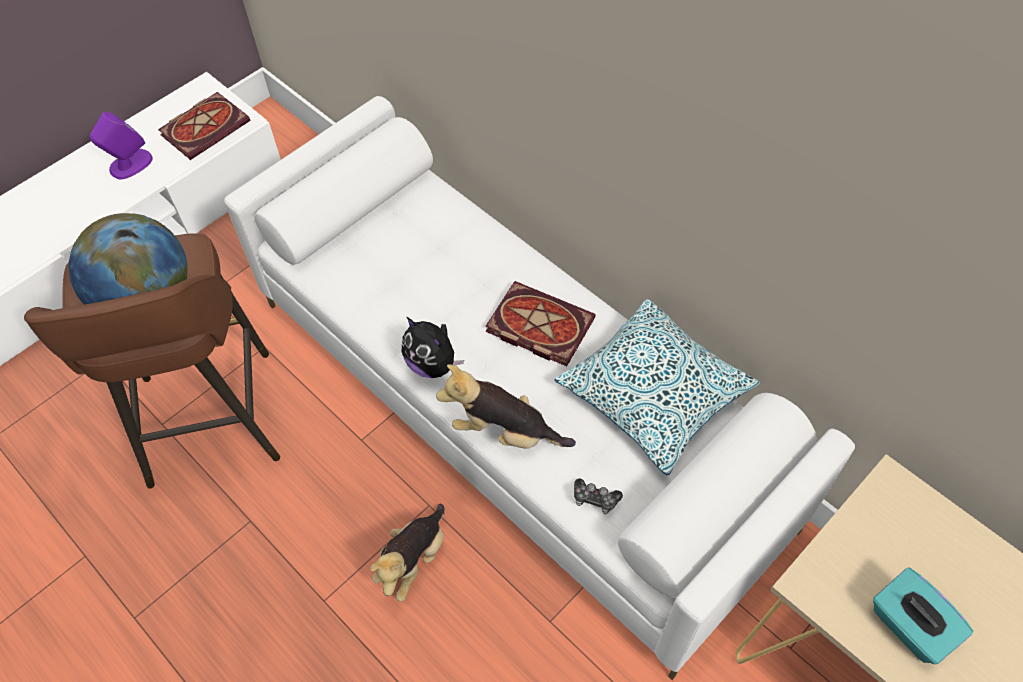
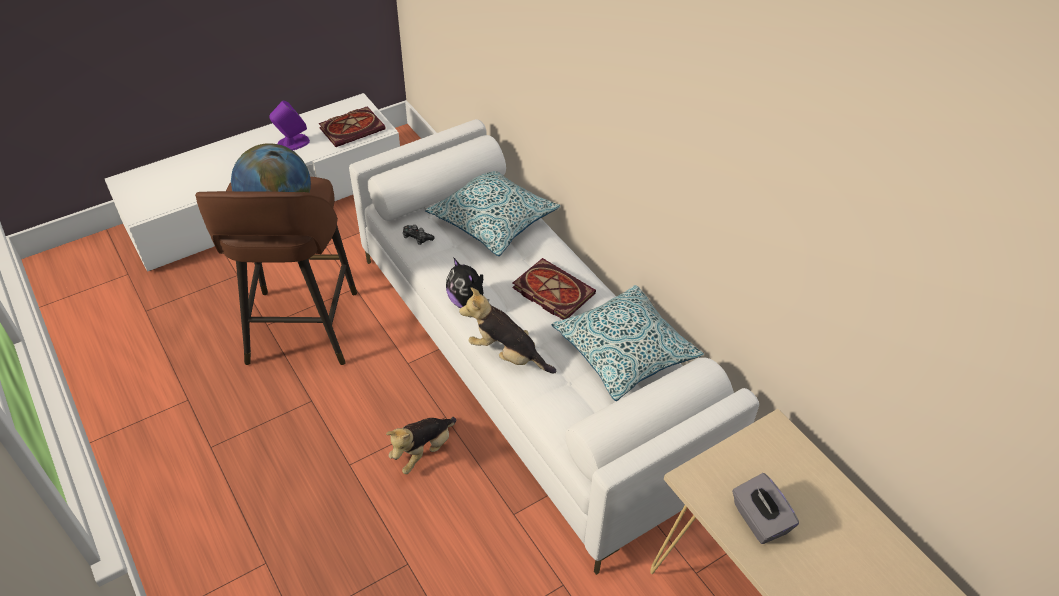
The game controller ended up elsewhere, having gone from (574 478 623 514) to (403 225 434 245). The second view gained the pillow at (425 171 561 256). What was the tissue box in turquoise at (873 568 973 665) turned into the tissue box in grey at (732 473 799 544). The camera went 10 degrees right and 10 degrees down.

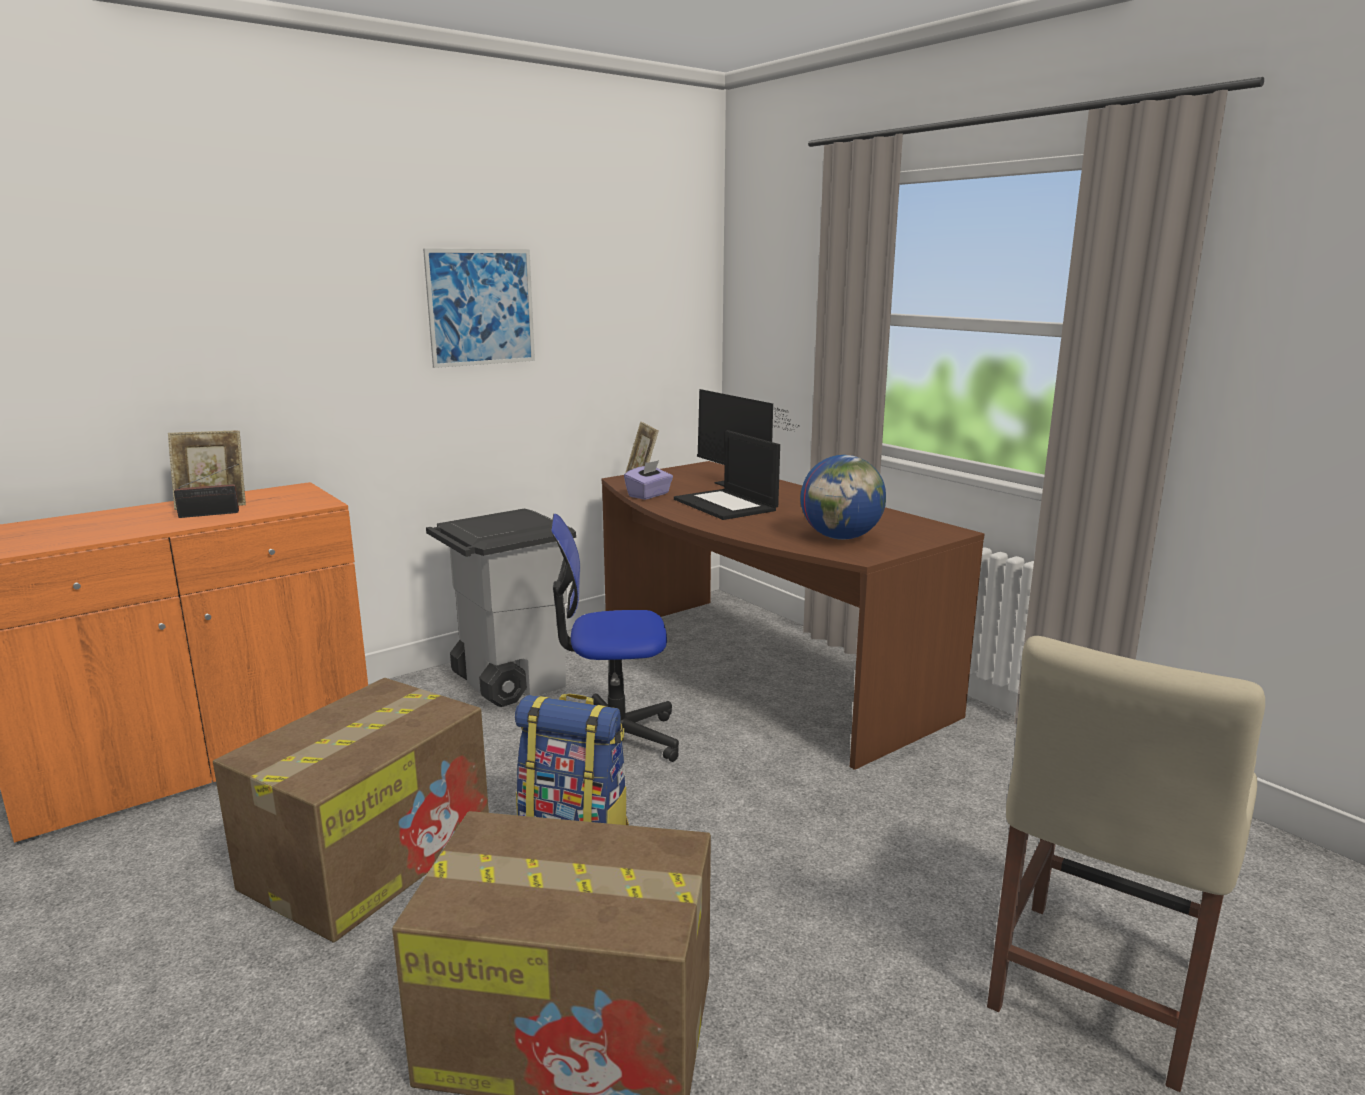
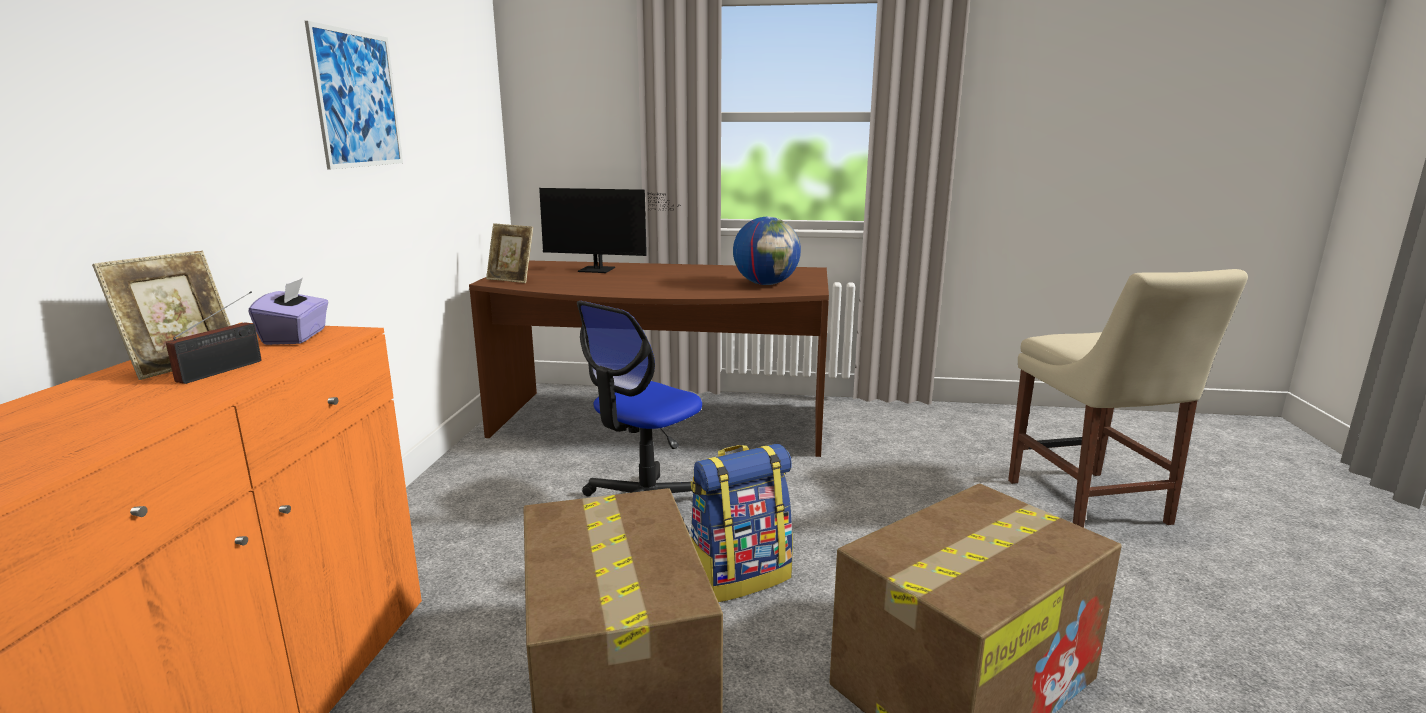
The tissue box in purple ended up elsewhere, having gone from (624 460 673 500) to (248 278 328 345). The second view lost the trash can in grey at (426 509 576 707). The second view lost the laptop at (674 430 780 520). The camera went 45 degrees left and 0 degrees up.

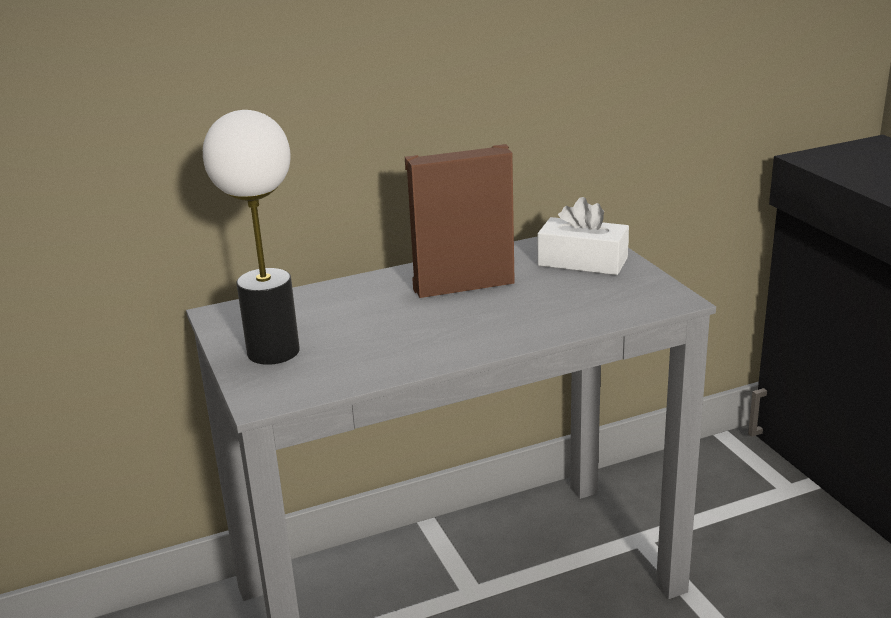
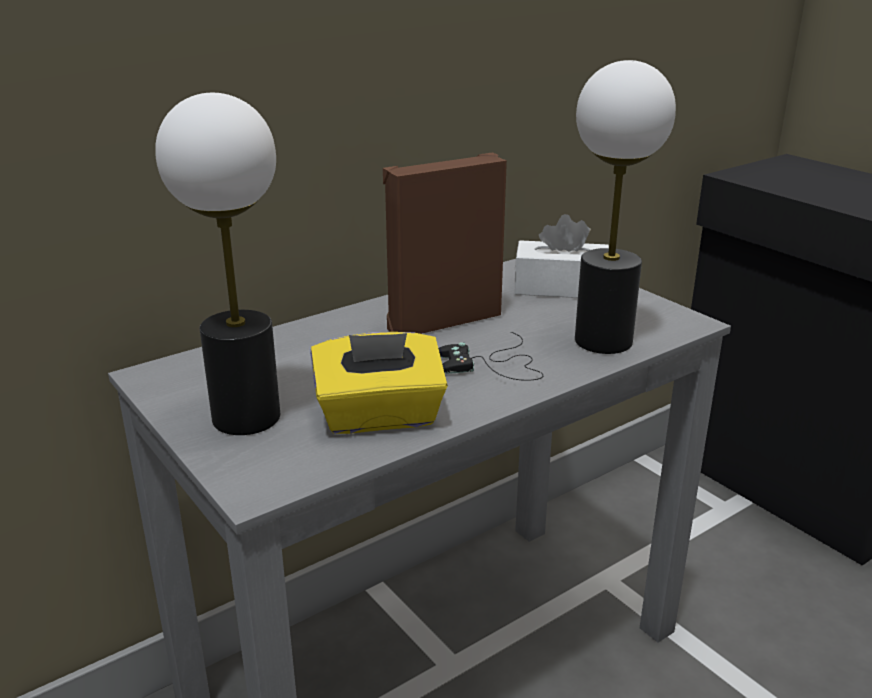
The second view gained the tissue box in yellow at (311 332 448 434). The second view gained the game controller in black at (438 332 543 381). The second view gained the table lamp at (575 60 676 354). The camera went 15 degrees left and 0 degrees up.

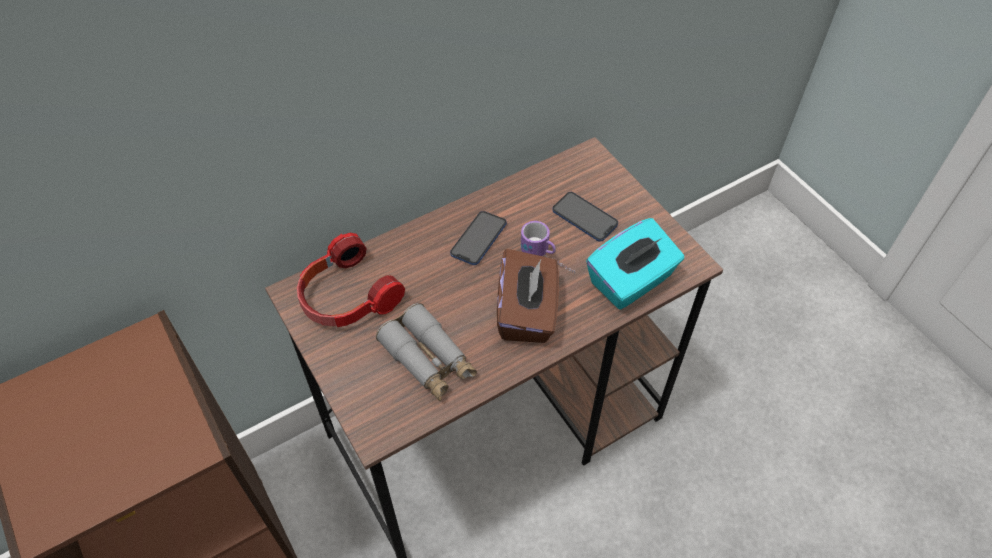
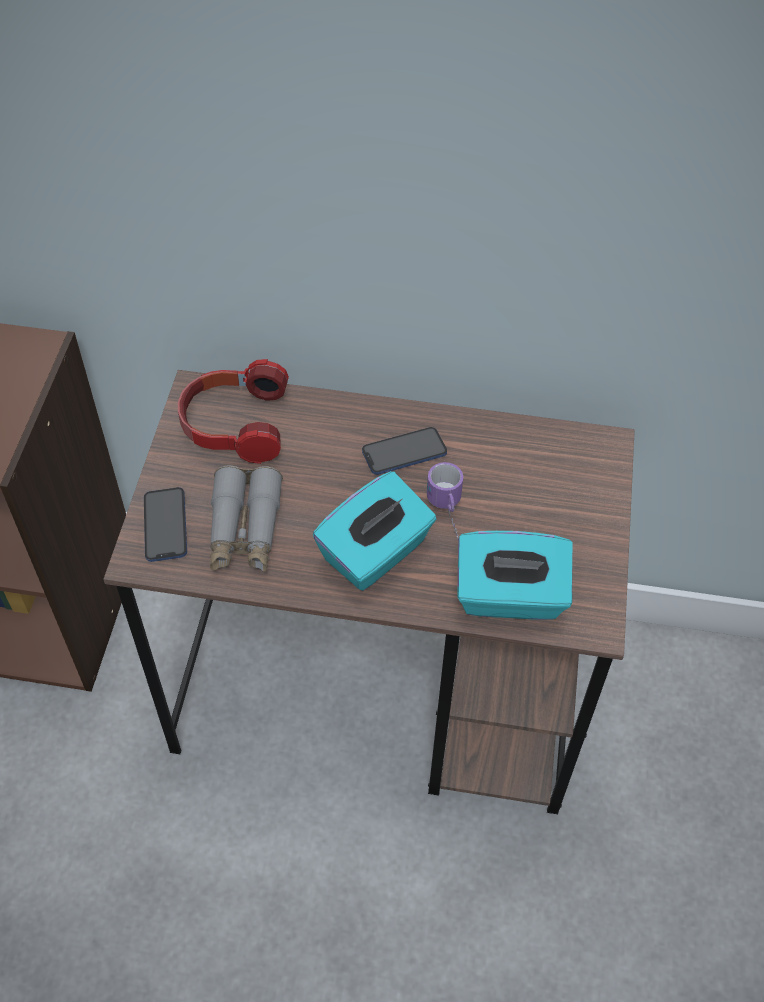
The phone ended up elsewhere, having gone from (552 192 618 242) to (144 487 187 562). What was the tissue box in brown at (497 249 559 343) turned into the tissue box in turquoise at (313 471 437 591). The camera went 40 degrees right and 0 degrees up.

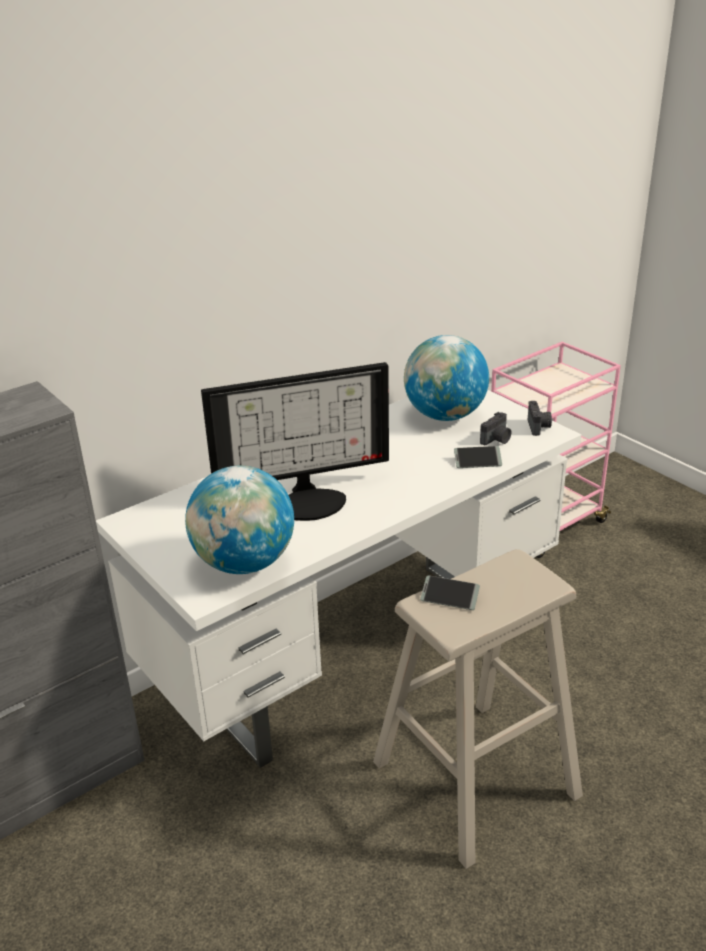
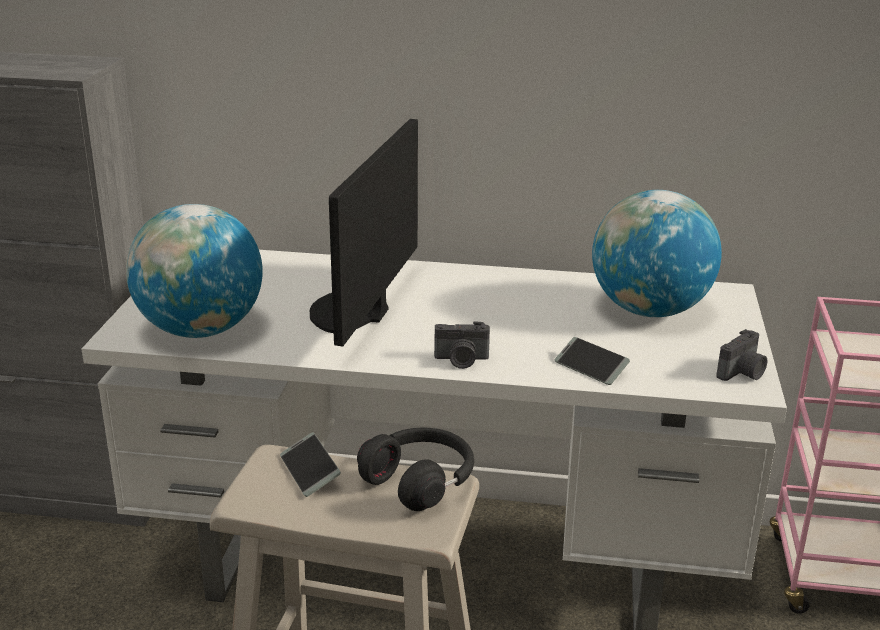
The monitor at (201 362 389 521) ended up facing another way, 75 degrees clockwise from before. The second view gained the headphones in black at (357 428 474 511). The photo camera ended up elsewhere, having gone from (480 412 512 445) to (434 321 490 369). The camera went 45 degrees right and 5 degrees down.

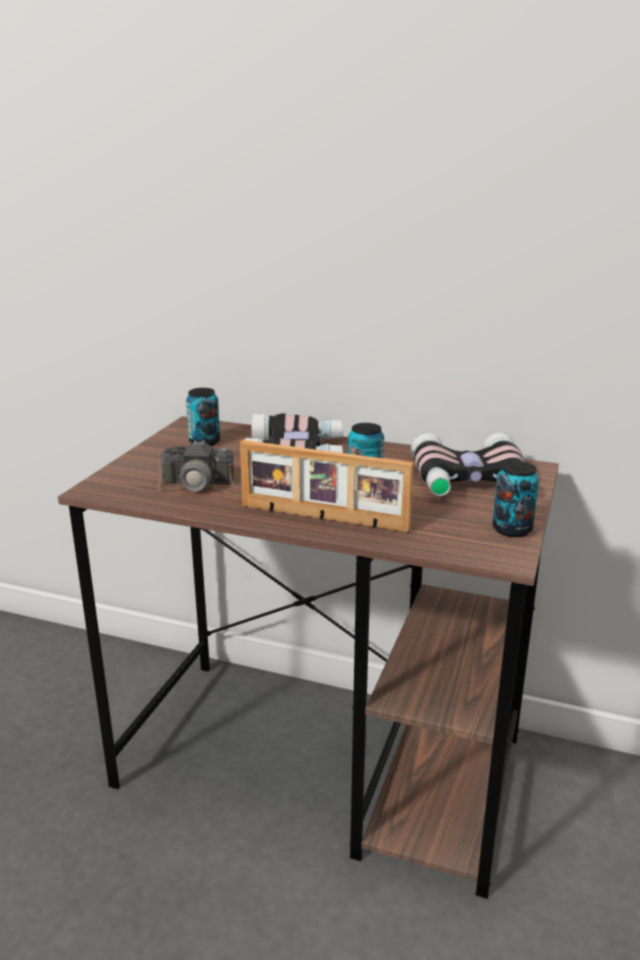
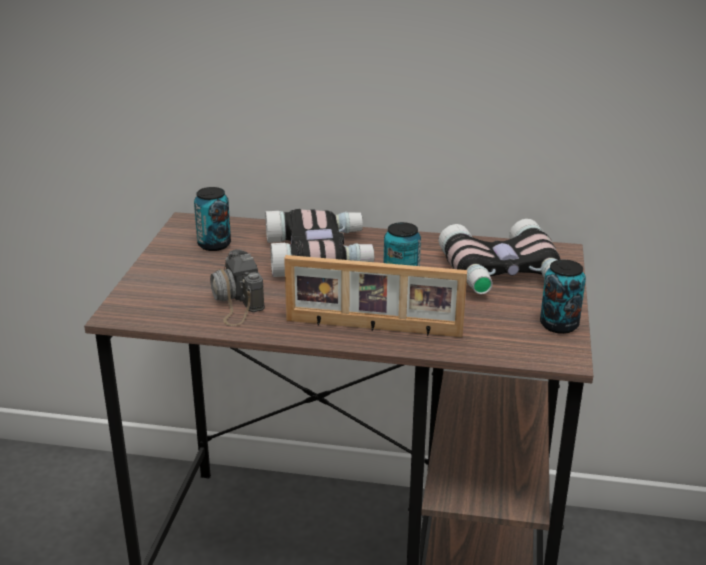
The photo camera at (157 440 242 496) ended up facing another way, 75 degrees clockwise from before. The camera went 10 degrees left and 5 degrees up.

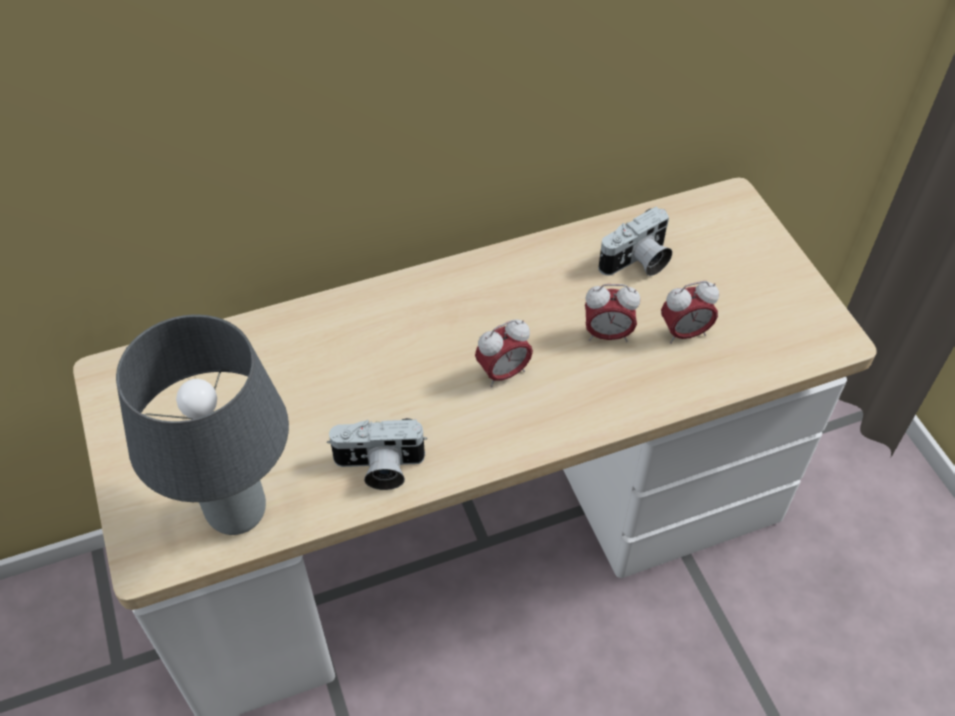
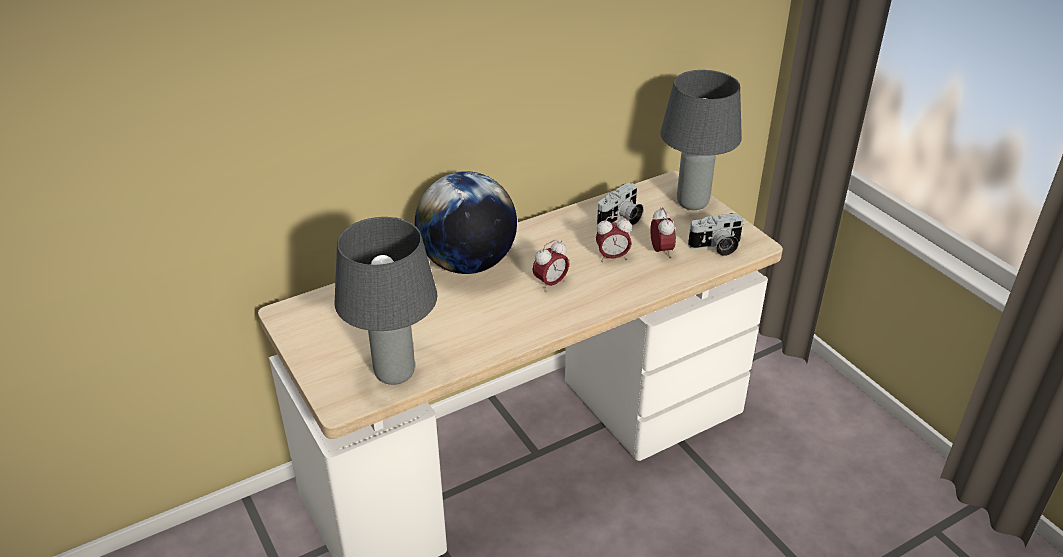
The second view gained the globe at (415 171 517 274). The alarm clock at (661 281 719 344) ended up facing another way, 75 degrees counterclockwise from before. The second view gained the table lamp in grey at (660 70 742 210). The photo camera ended up elsewhere, having gone from (327 418 427 490) to (688 213 744 256). The camera went 10 degrees left and 15 degrees down.

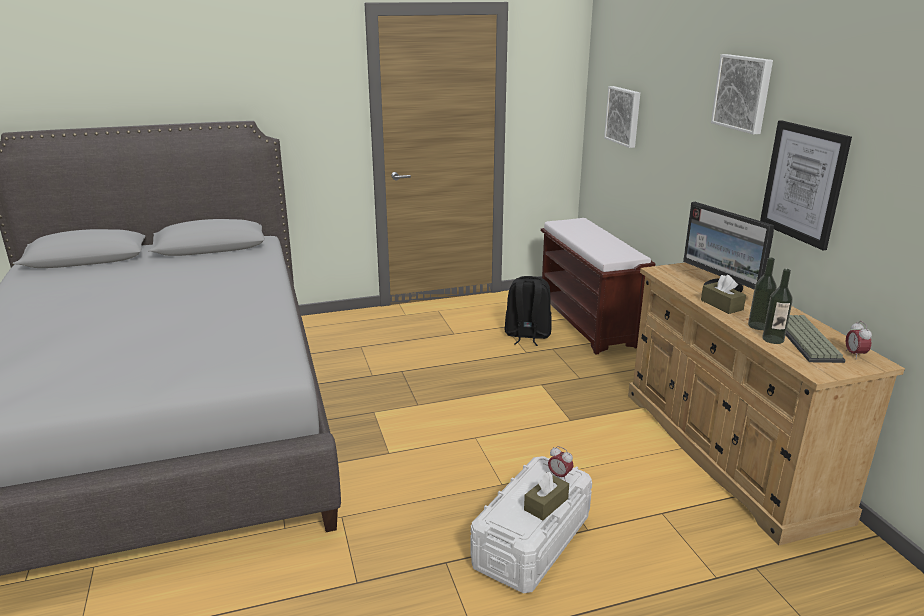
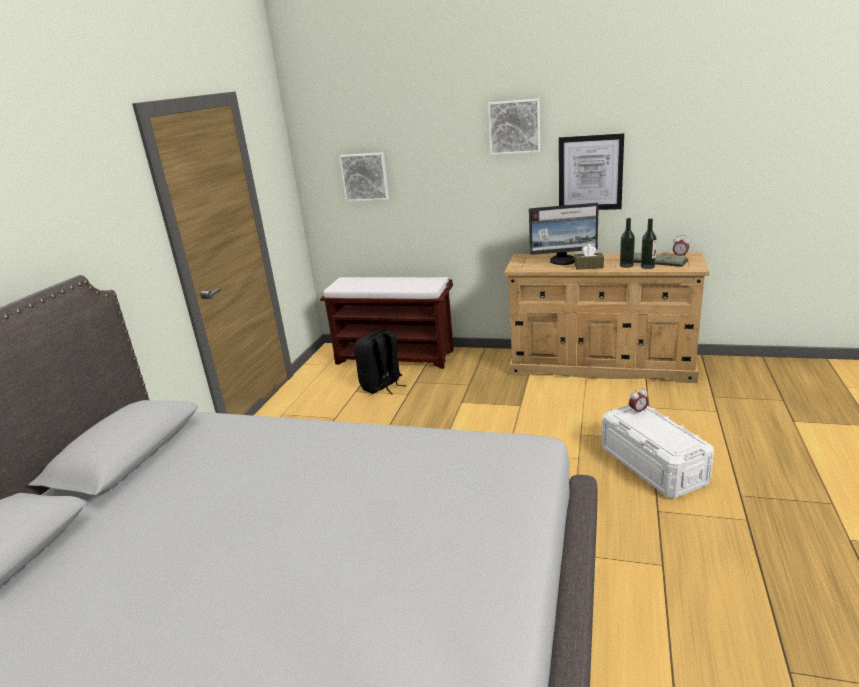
The second view lost the tissue box in brown at (524 472 569 520). The camera went 55 degrees left and 0 degrees up.

